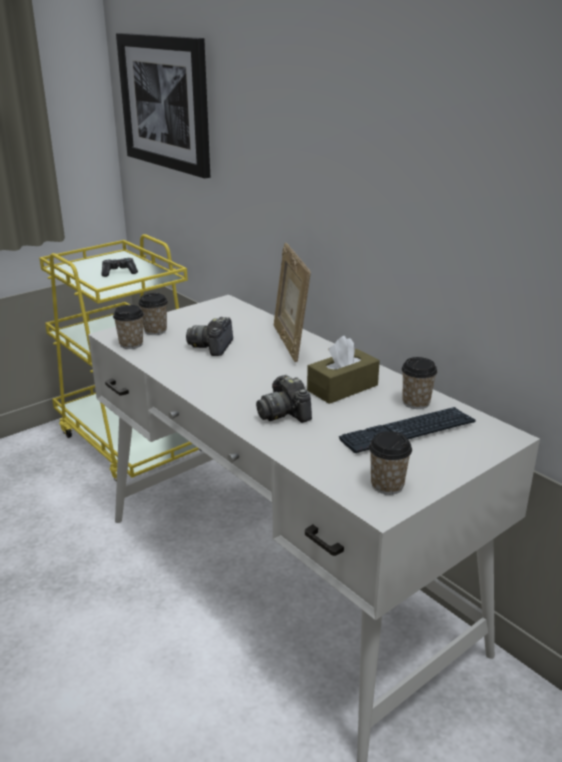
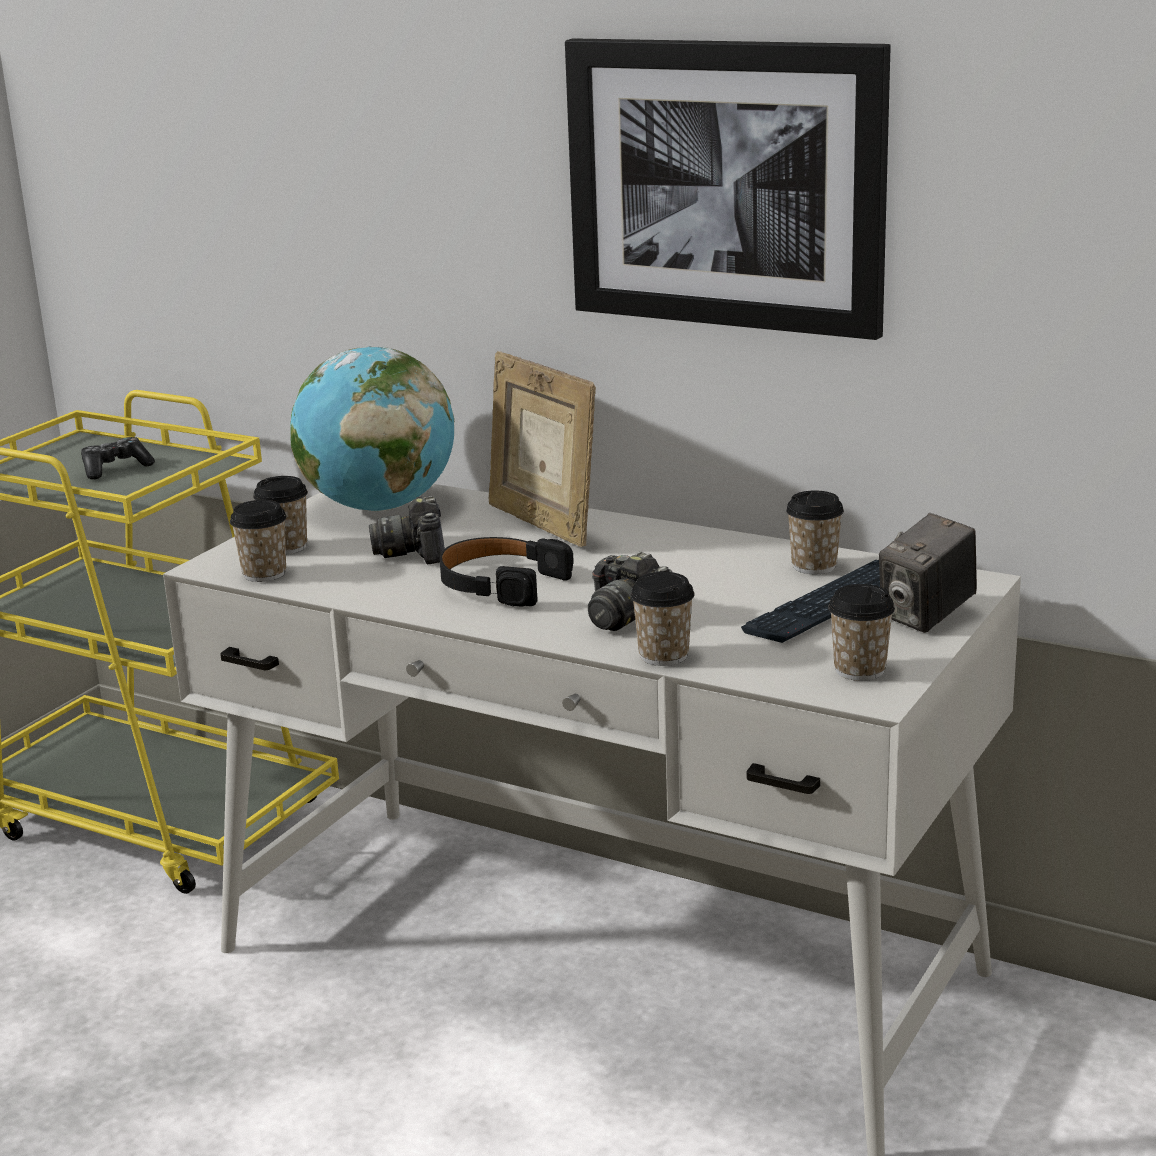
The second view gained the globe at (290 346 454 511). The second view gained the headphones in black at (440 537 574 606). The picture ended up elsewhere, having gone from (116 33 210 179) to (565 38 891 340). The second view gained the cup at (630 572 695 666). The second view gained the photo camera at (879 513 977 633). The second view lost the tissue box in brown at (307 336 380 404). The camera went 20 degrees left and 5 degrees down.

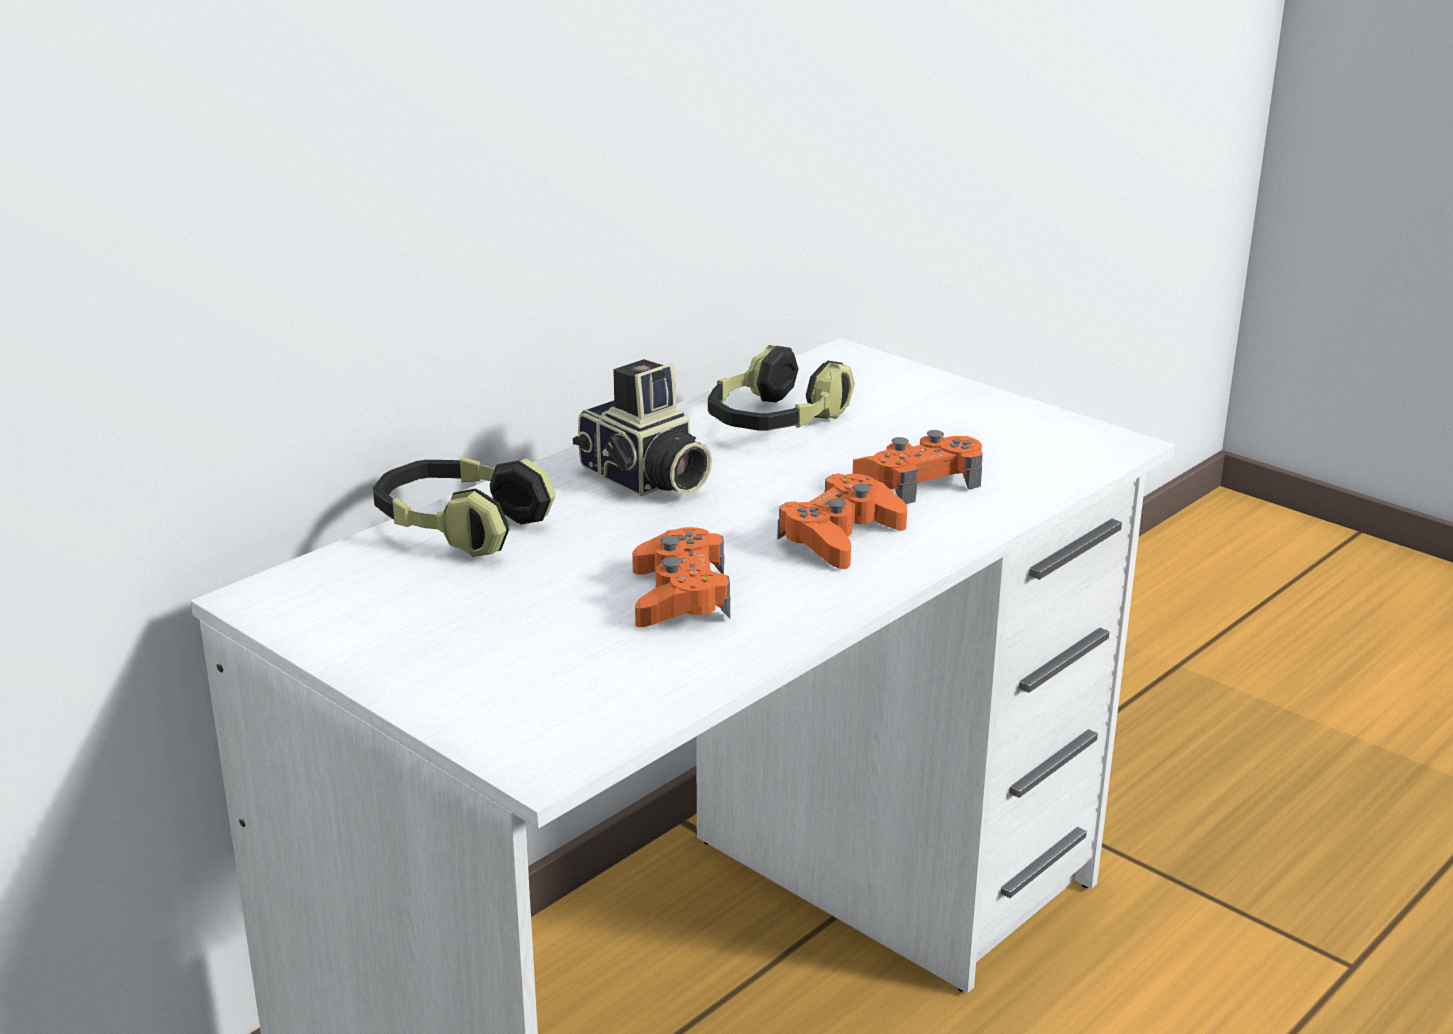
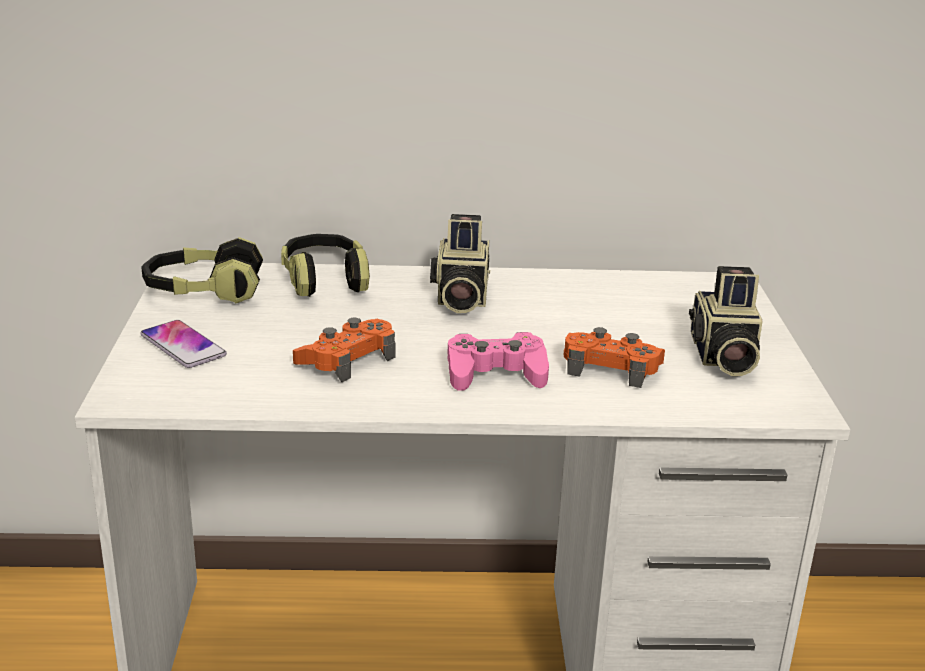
The headphones ended up elsewhere, having gone from (708 345 855 431) to (141 237 263 304). The second view gained the phone at (141 320 227 368). What was the game controller in orange at (777 473 907 569) turned into the game controller in pink at (448 332 549 391). The second view gained the photo camera at (689 266 762 376). The camera went 45 degrees right and 0 degrees up.

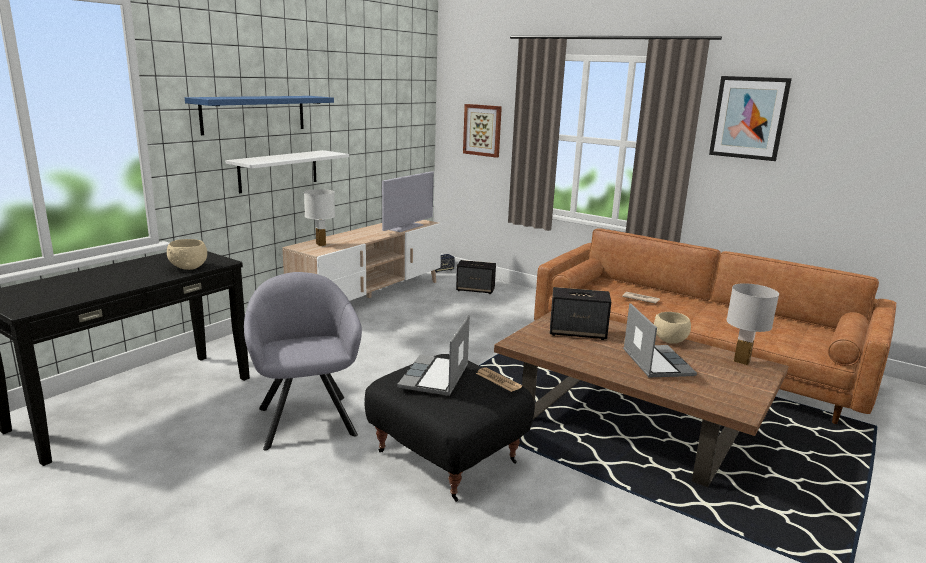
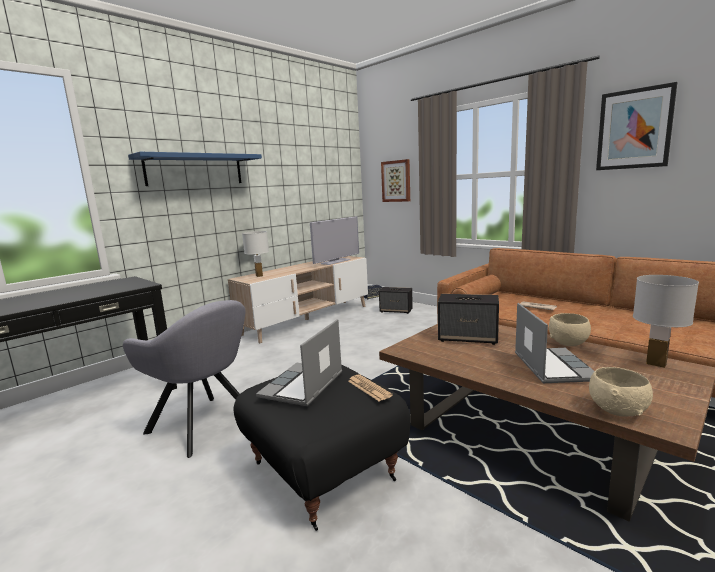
The armchair in grey at (244 272 362 451) ended up facing another way, 135 degrees clockwise from before. The bowl in beige ended up elsewhere, having gone from (167 239 207 270) to (589 367 653 417). The second view lost the shelf in white at (225 150 349 193). The camera went 10 degrees right and 5 degrees down.

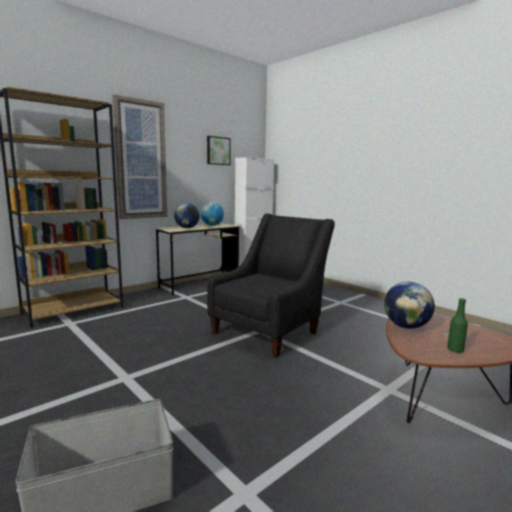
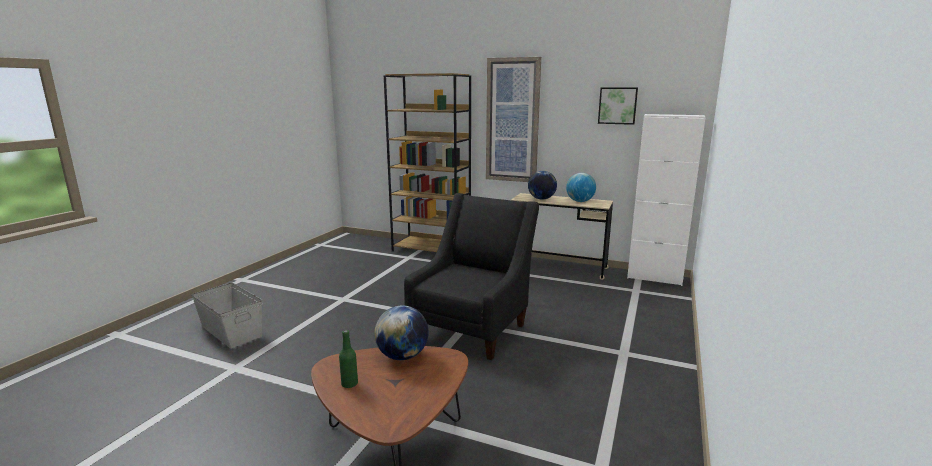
The armchair in black at (207 213 335 358) ended up facing another way, 75 degrees counterclockwise from before. The camera went 65 degrees right and 5 degrees up.

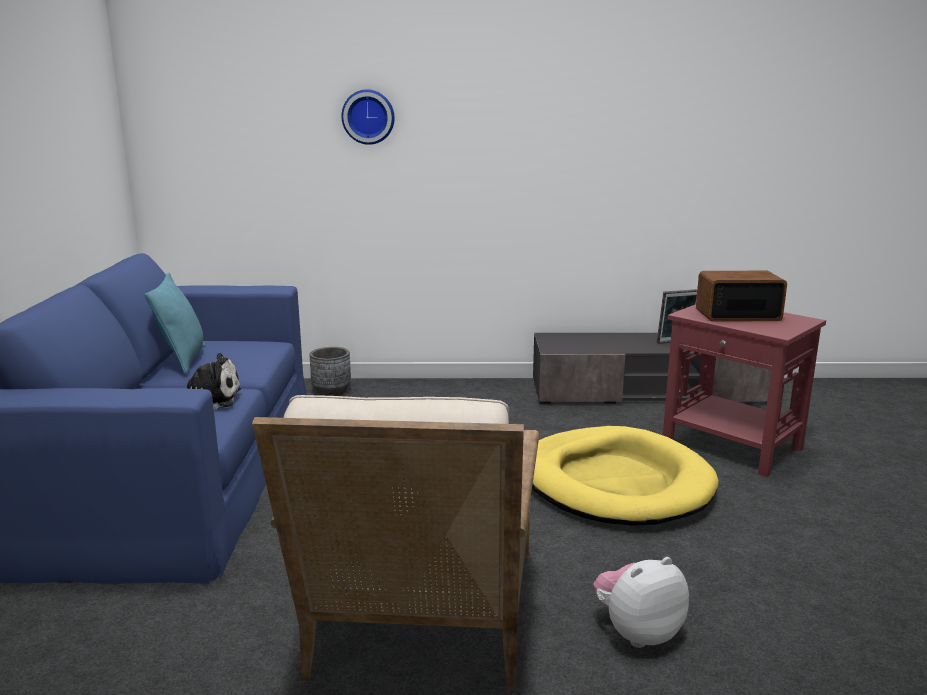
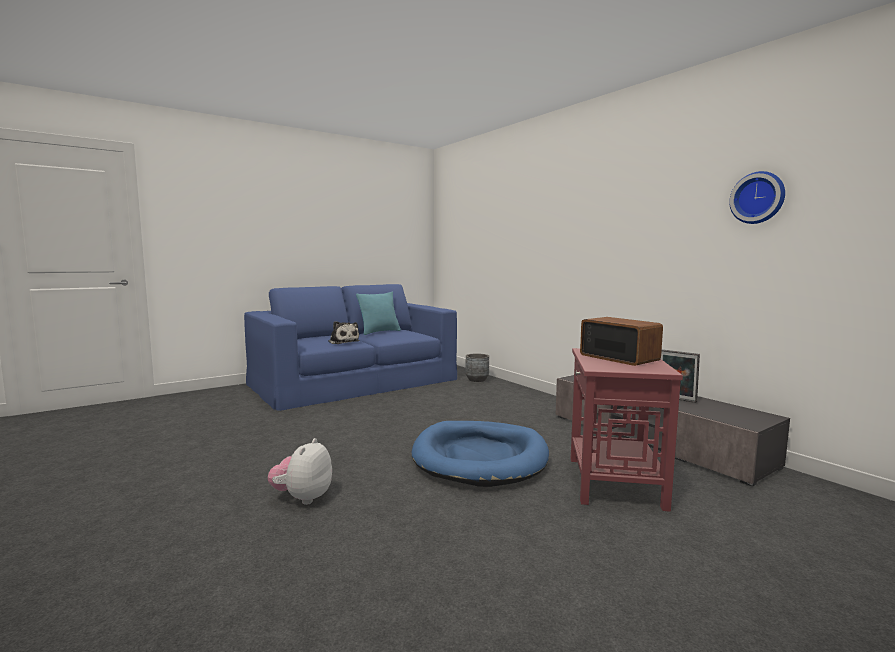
The plush toy at (593 557 689 648) ended up facing another way, 105 degrees counterclockwise from before. What was the dog bed in yellow at (532 426 719 526) turned into the dog bed in blue at (411 421 549 487). The wall clock ended up elsewhere, having gone from (342 89 395 145) to (729 171 785 224). The second view lost the armchair in beige at (252 395 539 691). The camera went 55 degrees right and 10 degrees down.

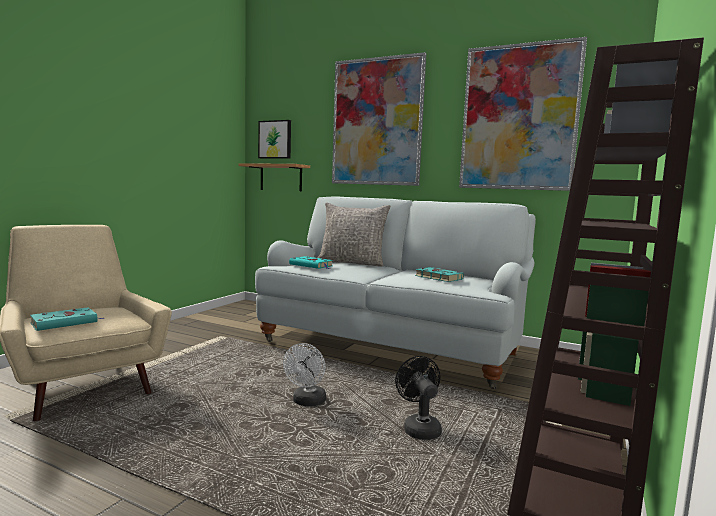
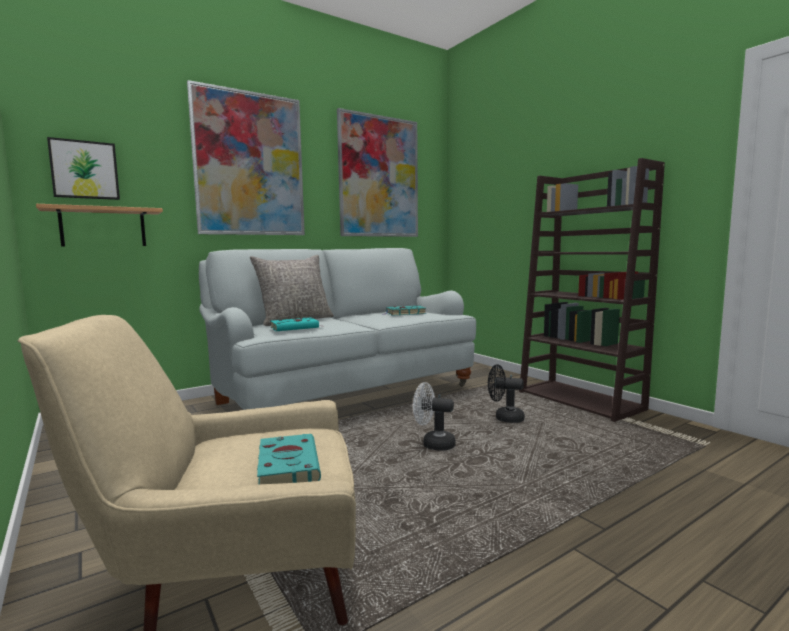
The fan in white at (283 343 326 406) ended up facing another way, 150 degrees clockwise from before. The camera went 60 degrees left and 0 degrees up.

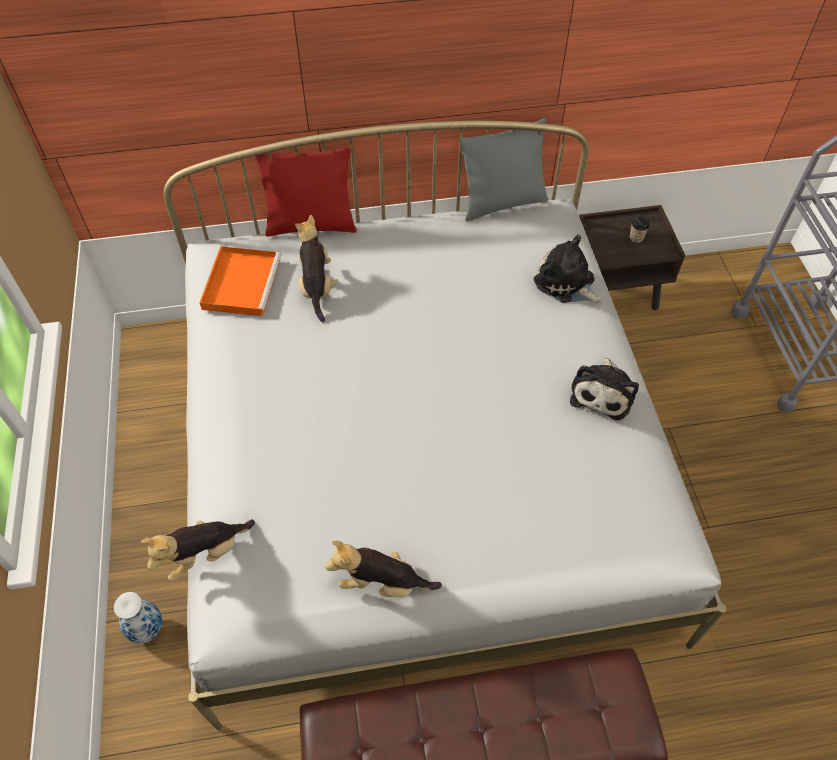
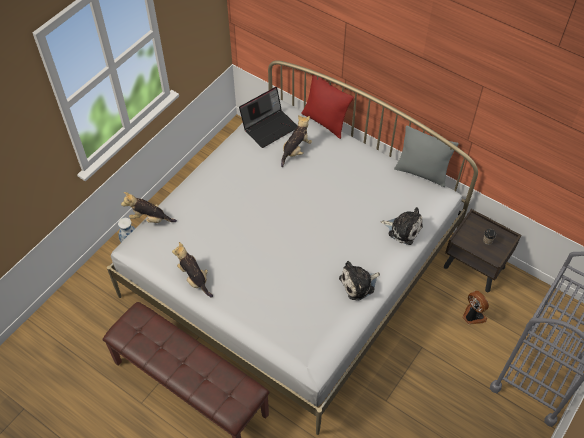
Where the tray in orange stood at (199 246 281 316), the laptop came to stand at (239 87 298 148). The plush toy at (534 235 602 303) ended up facing another way, 120 degrees clockwise from before. The second view gained the fan at (462 290 489 325). The camera went 45 degrees right and 0 degrees up.

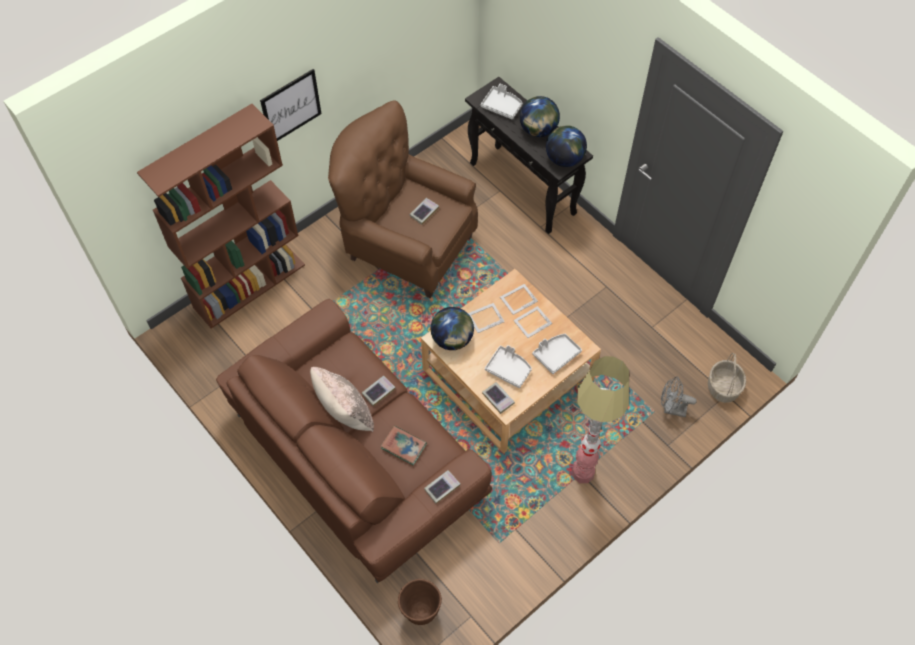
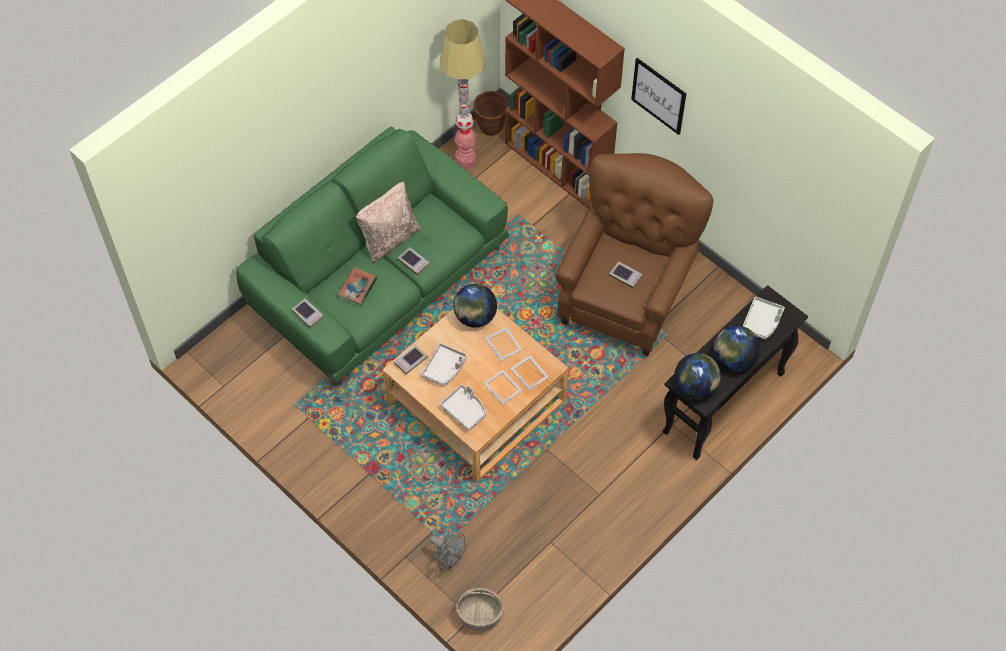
What was the sofa in brown at (216 299 492 583) turned into the sofa in green at (236 127 509 386). The fan in grey at (661 377 697 417) ended up facing another way, 120 degrees clockwise from before. The floor lamp ended up elsewhere, having gone from (572 356 629 483) to (440 19 485 169). The planter in brown ended up elsewhere, having gone from (398 579 442 625) to (473 91 509 136). The camera went 85 degrees right and 0 degrees up.

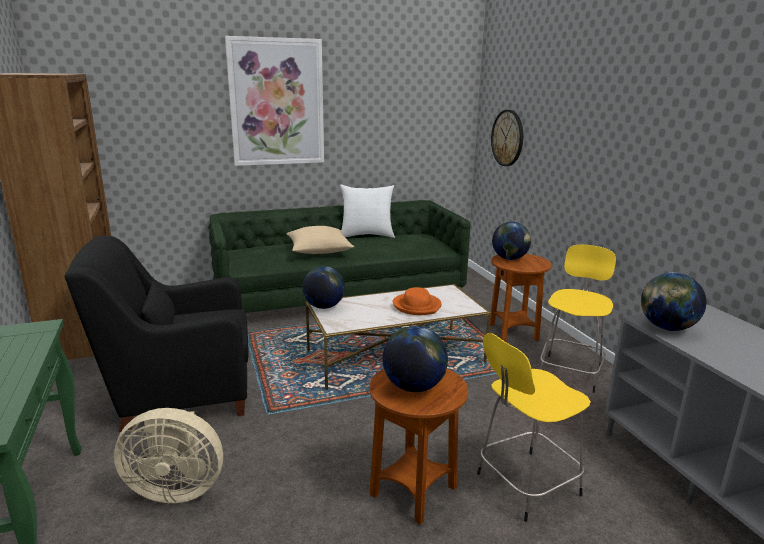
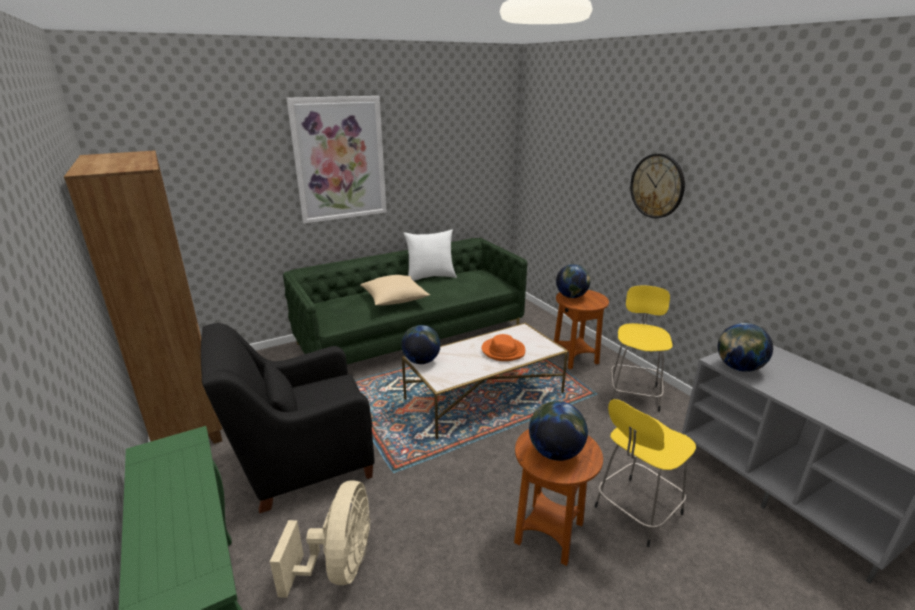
The fan in beige at (114 408 223 503) ended up facing another way, 75 degrees counterclockwise from before. The wall clock ended up elsewhere, having gone from (491 110 523 166) to (630 154 685 218). The camera went 10 degrees left and 5 degrees up.

